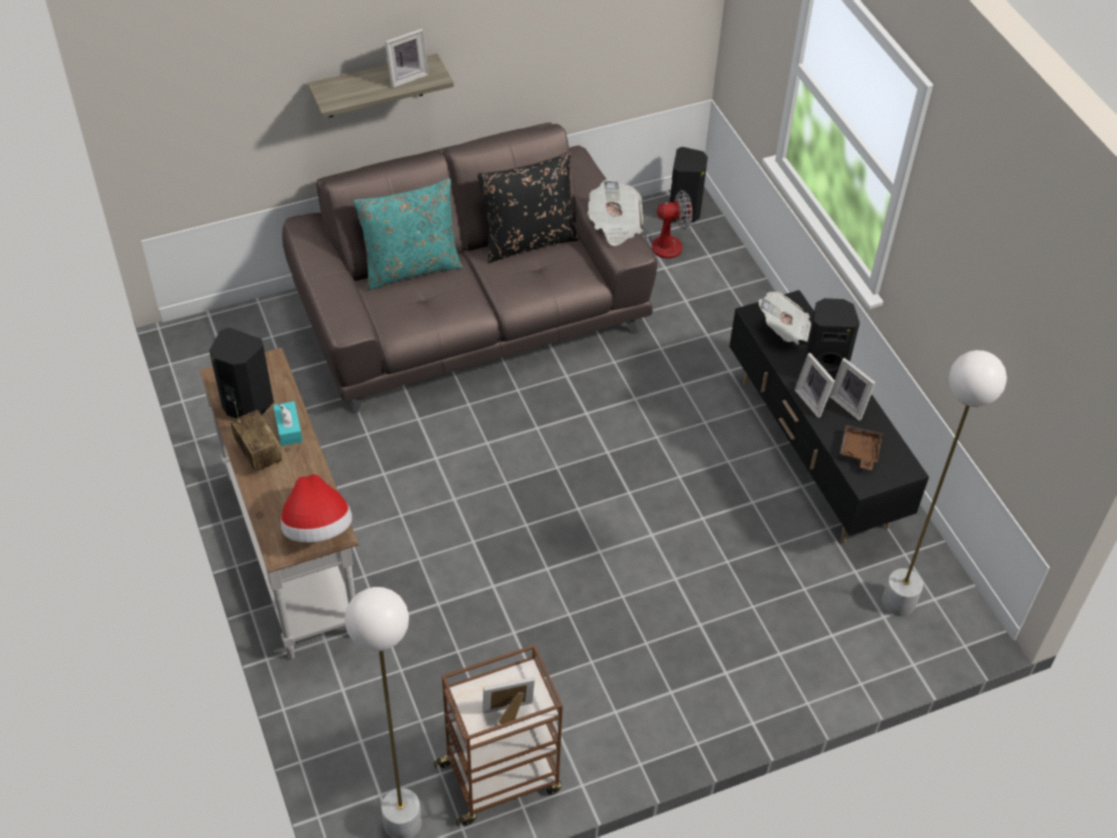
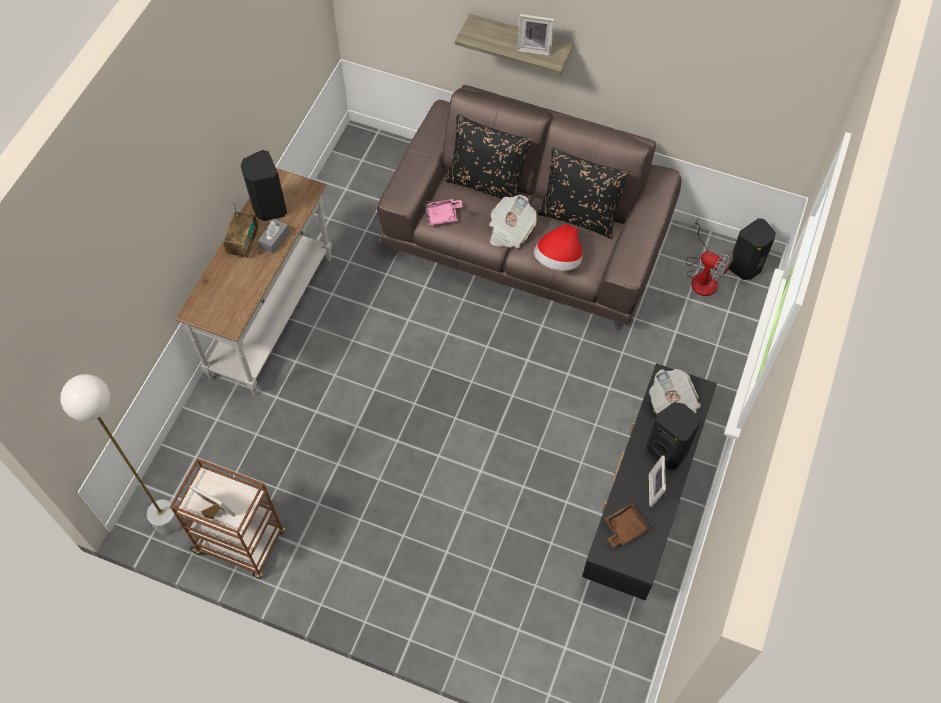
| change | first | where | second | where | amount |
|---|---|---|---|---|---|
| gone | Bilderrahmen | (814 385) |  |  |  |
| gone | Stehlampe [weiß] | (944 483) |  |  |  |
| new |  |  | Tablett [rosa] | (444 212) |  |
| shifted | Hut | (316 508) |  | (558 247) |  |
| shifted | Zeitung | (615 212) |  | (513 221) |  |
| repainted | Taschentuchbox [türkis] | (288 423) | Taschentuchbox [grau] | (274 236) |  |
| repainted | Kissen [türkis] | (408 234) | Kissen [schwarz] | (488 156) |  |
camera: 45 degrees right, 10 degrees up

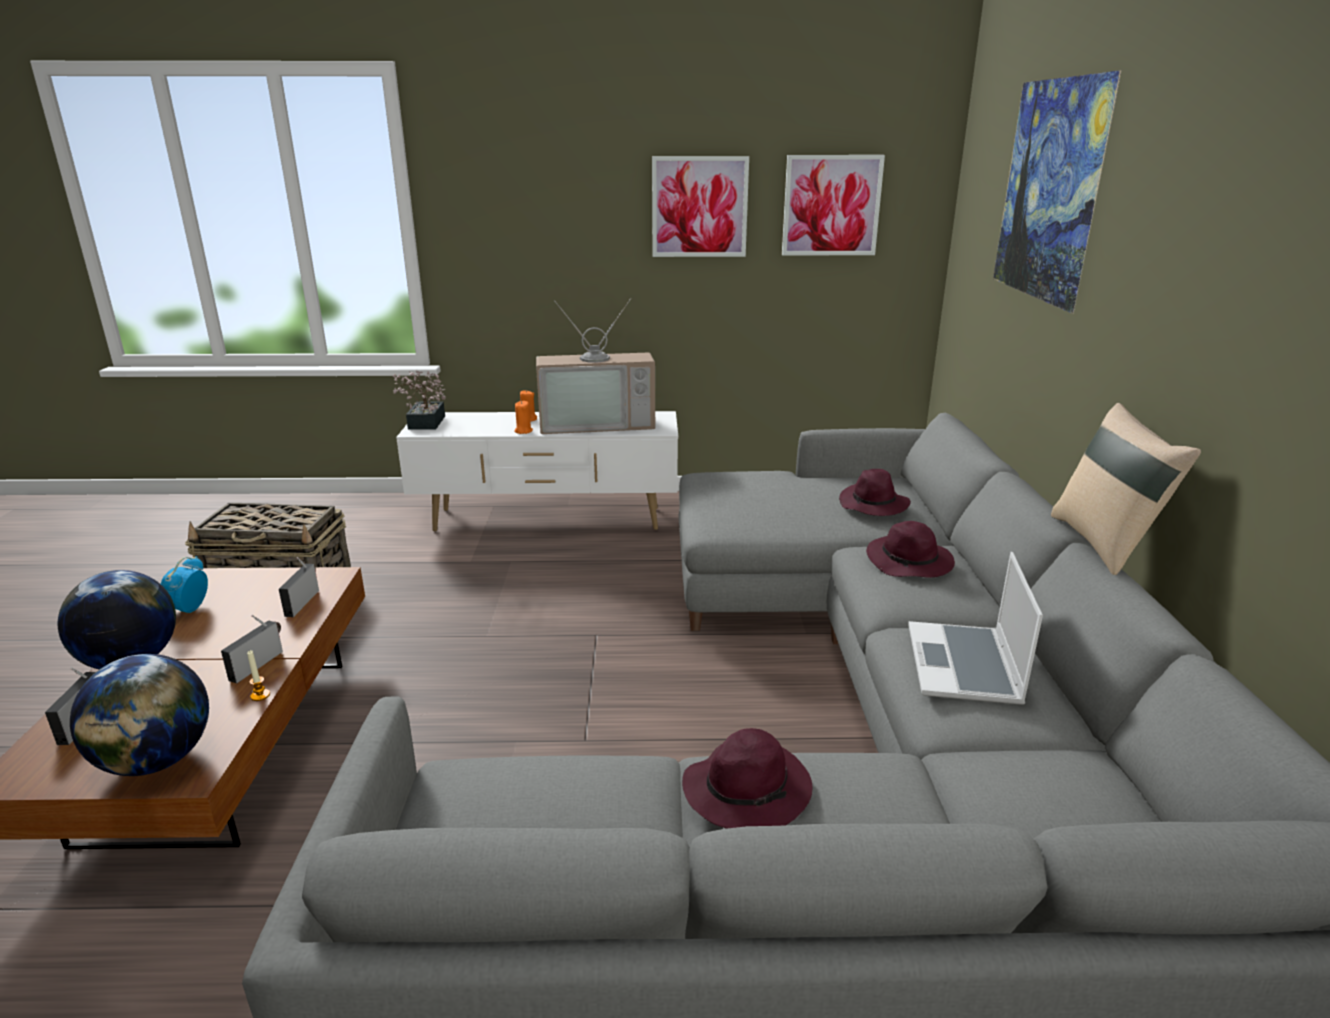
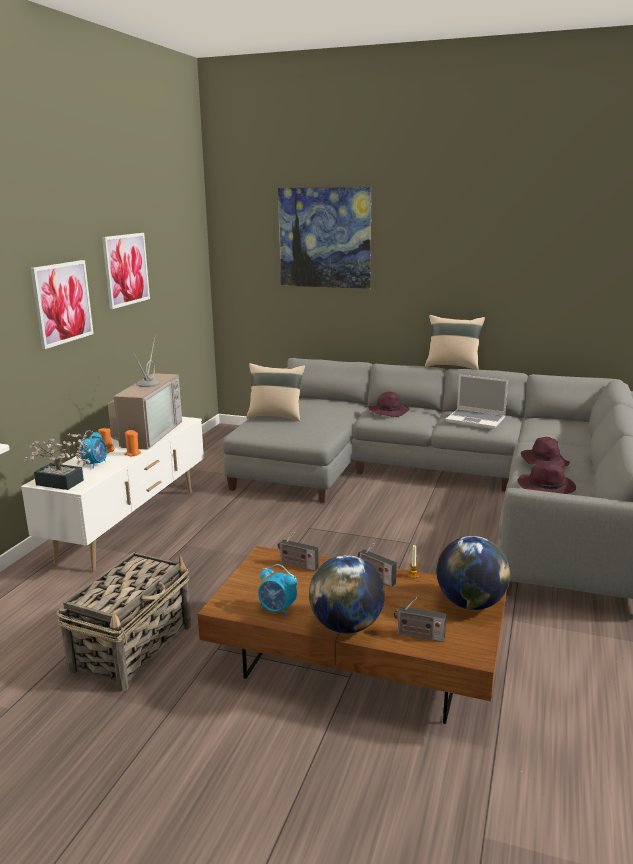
| change | first | where | second | where | amount |
|---|---|---|---|---|---|
| new |  |  | Wecker | (93 449) |  |
| new |  |  | Kissen [beige] | (275 392) |  |
| shifted | Bild | (833 205) |  | (62 304) |  |
| shifted | Hut [lila] | (875 492) |  | (547 477) |  |
camera: 70 degrees left, 5 degrees down

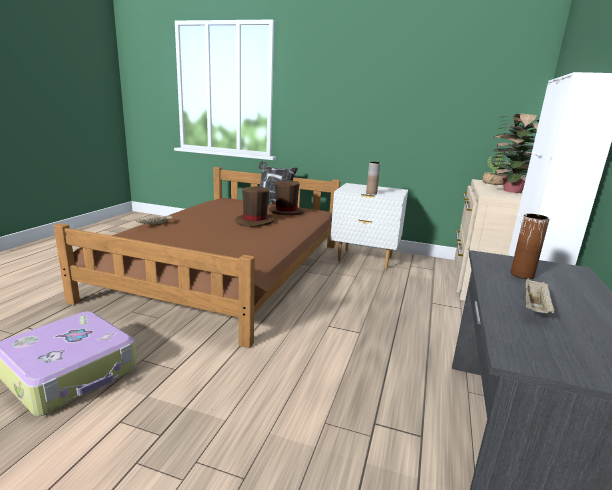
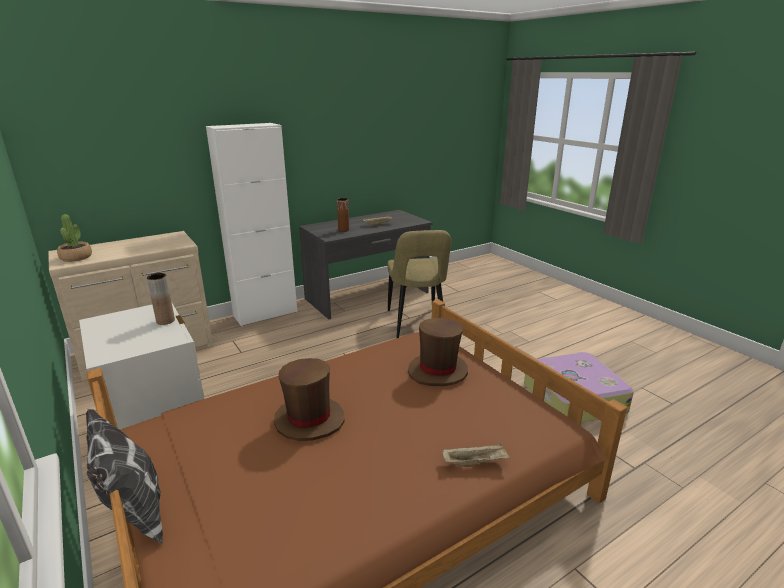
| change | first | where | second | where | amount |
|---|---|---|---|---|---|
| gone | Topfpflanze | (514 153) |  |  |  |
| new |  |  | Stuhl [beige] | (419 284) |  |
| shifted | Hut [braun] | (286 197) |  | (438 352) |  |
camera: 140 degrees left, 5 degrees up

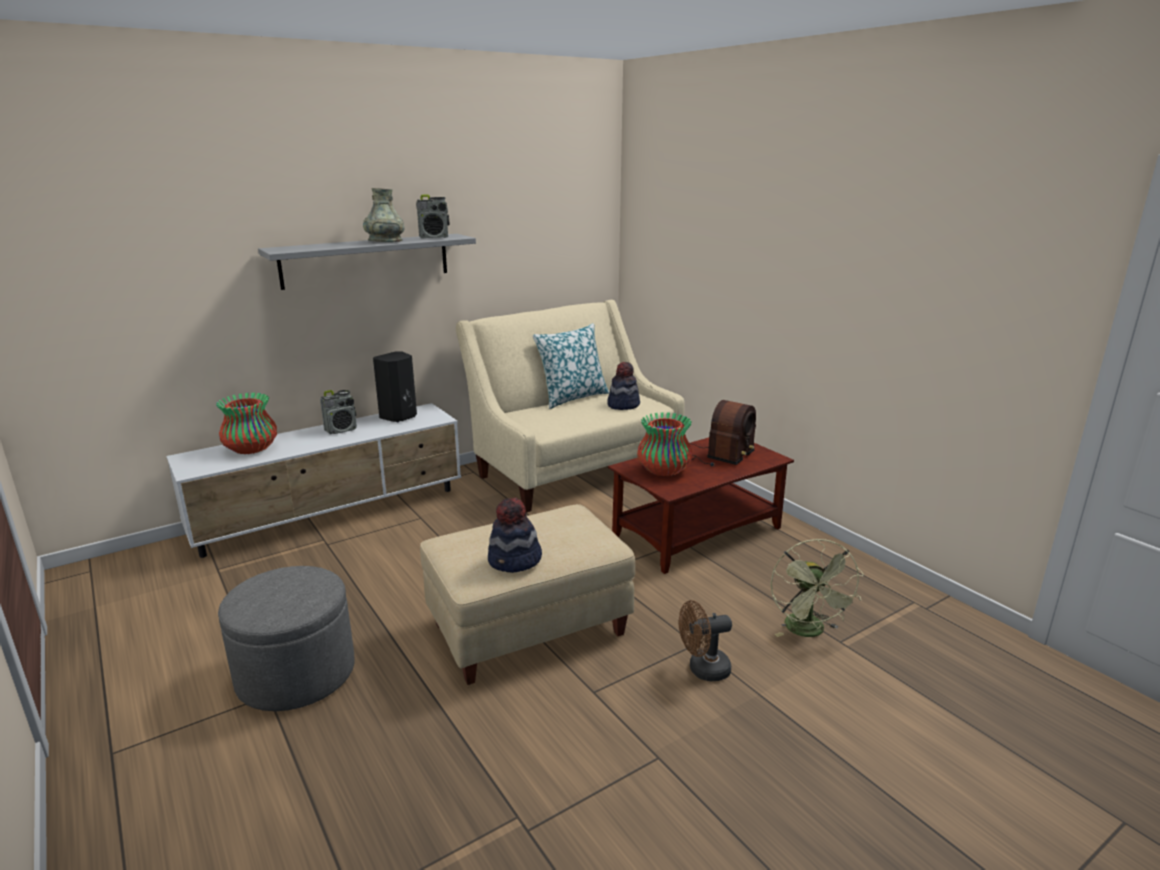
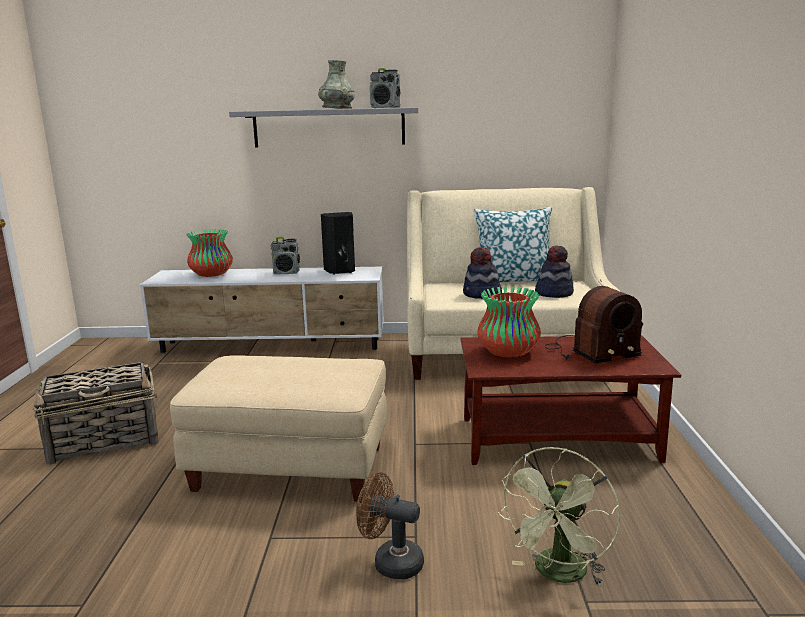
| change | first | where | second | where | amount |
|---|---|---|---|---|---|
| shifted | Hut | (515 535) |  | (482 273) |  |
| swapped | Polsterhocker [grau] | (286 638) | Korb | (95 413) |  |
camera: 35 degrees right, 5 degrees down

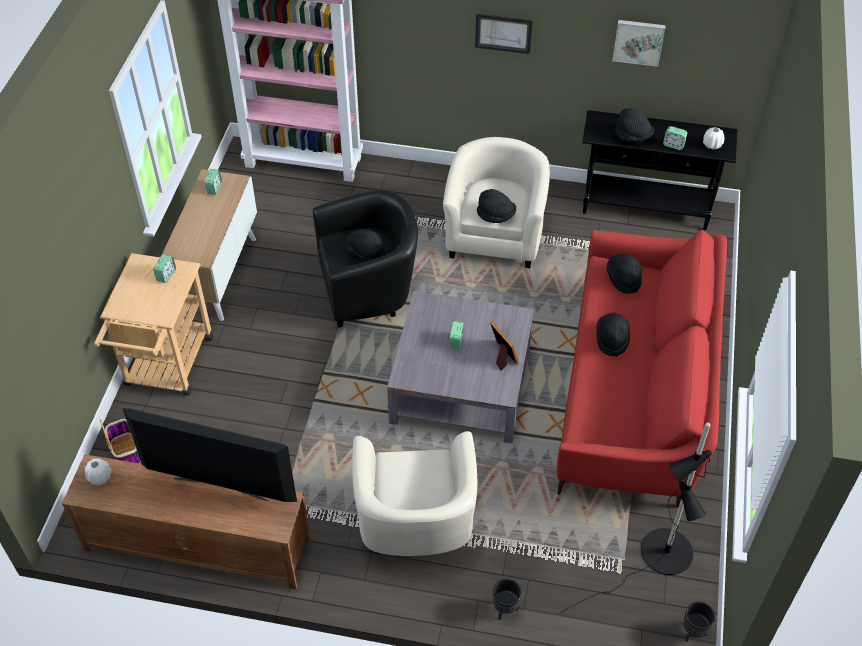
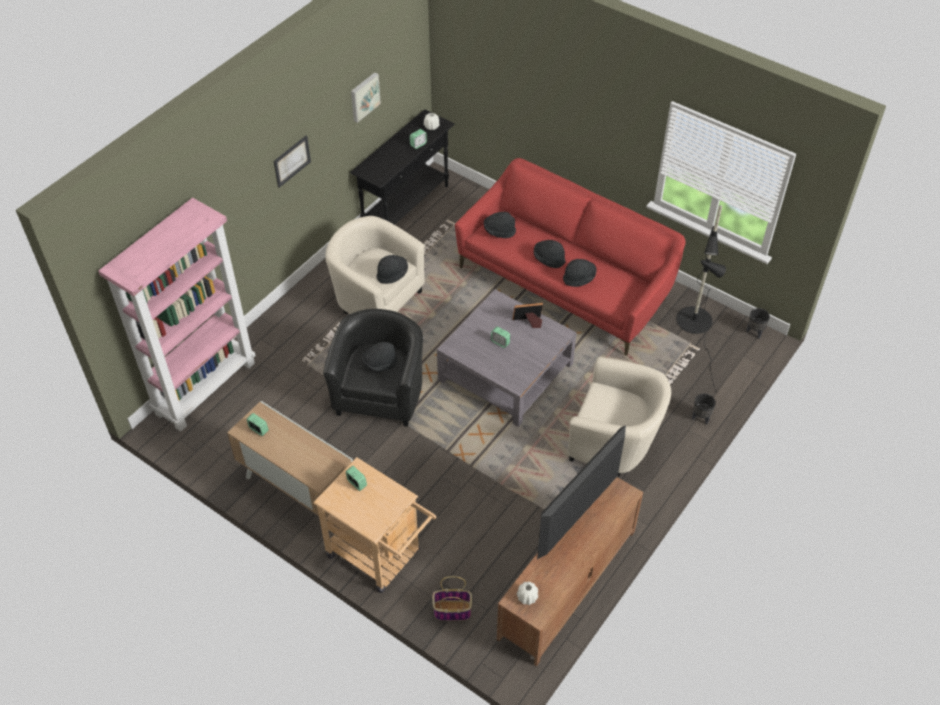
| change | first | where | second | where | amount |
|---|---|---|---|---|---|
| shifted | Hut [schwarz] | (634 125) |  | (580 273) |  |
camera: 65 degrees left, 0 degrees up

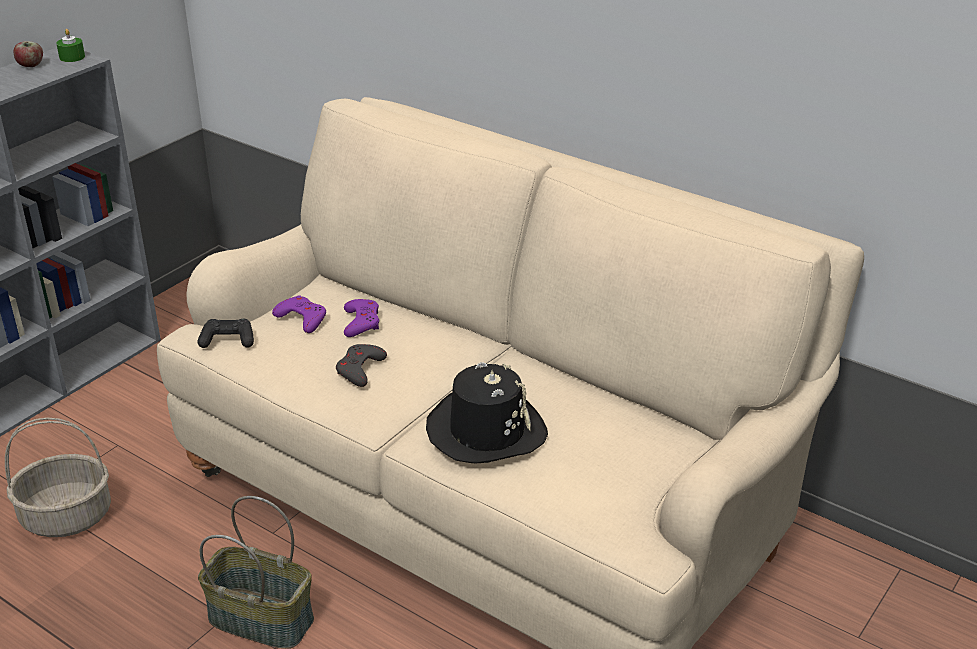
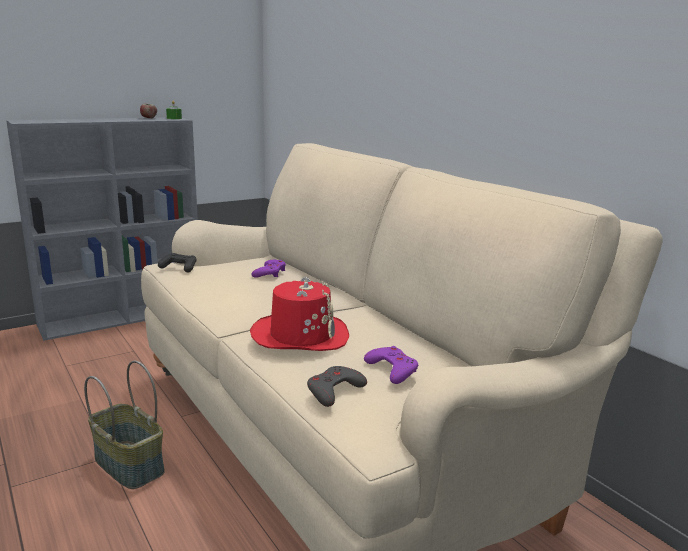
| change | first | where | second | where | amount |
|---|---|---|---|---|---|
| gone | Korb | (58 477) |  |  |  |
| shifted | Gamepad [lila] | (299 314) |  | (391 365) |  |
| shifted | Gamepad [grau] | (361 365) |  | (337 386) |  |
| repainted | Hut [schwarz] | (487 412) | Hut [rot] | (299 314) |  |
camera: 20 degrees right, 15 degrees down

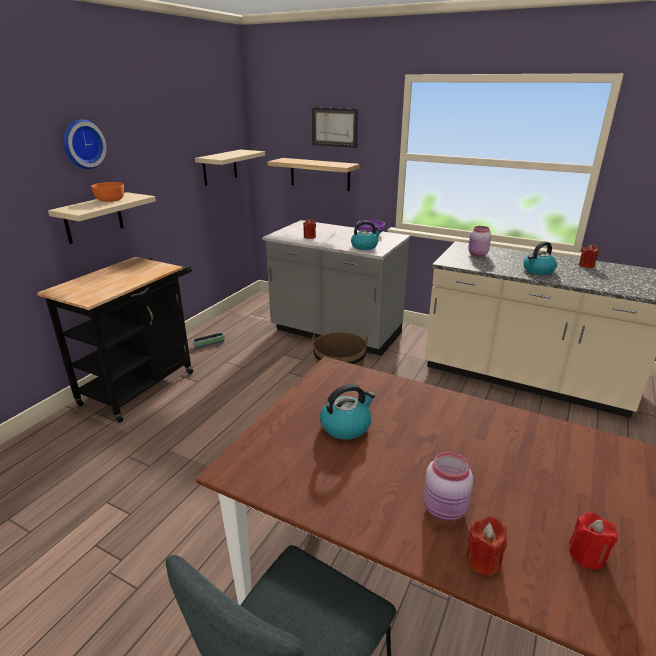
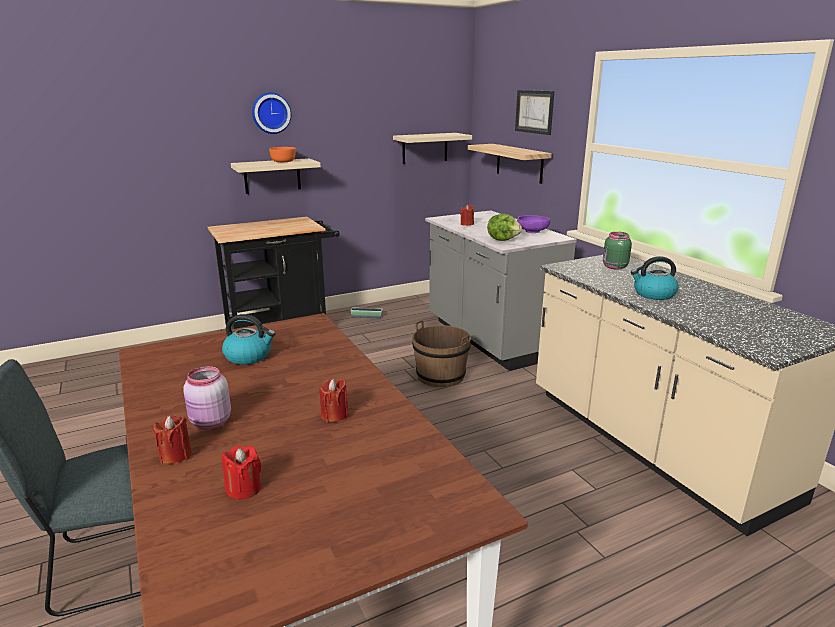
| change | first | where | second | where | amount |
|---|---|---|---|---|---|
| shifted | Kerze [rot] | (589 256) |  | (334 400) |  |
| swapped | Wasserkessel | (366 235) | Salatkopf | (505 227) |  |
| repainted | Vorratsglas [rosa] | (479 241) | Vorratsglas [grün] | (617 251) |  |
camera: 35 degrees right, 5 degrees down

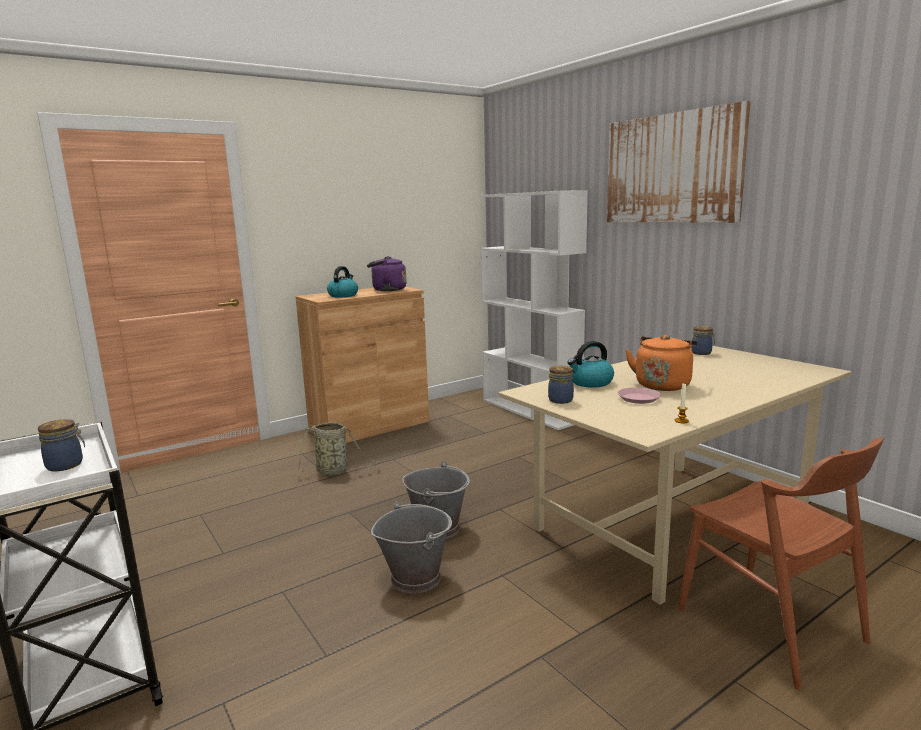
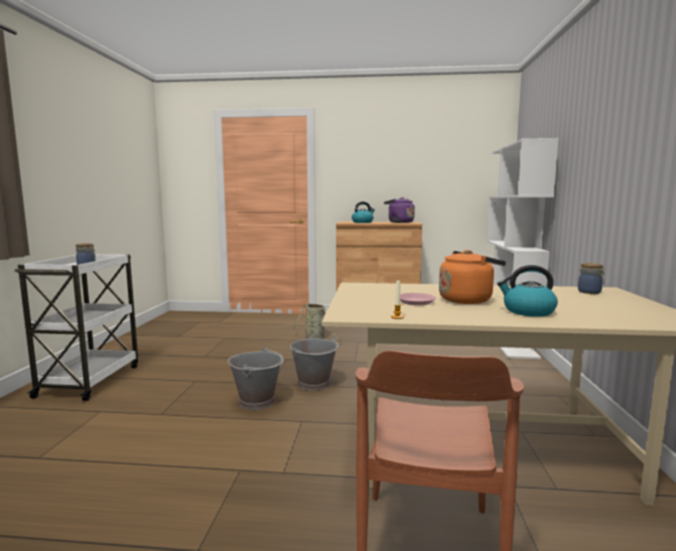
| change | first | where | second | where | amount |
|---|---|---|---|---|---|
| gone | Vorratsglas | (561 385) |  |  |  |
| gone | Bild | (679 162) |  |  |  |
| shifted | Wasserkessel | (590 364) |  | (527 291) |  |
camera: 40 degrees right, 5 degrees down

